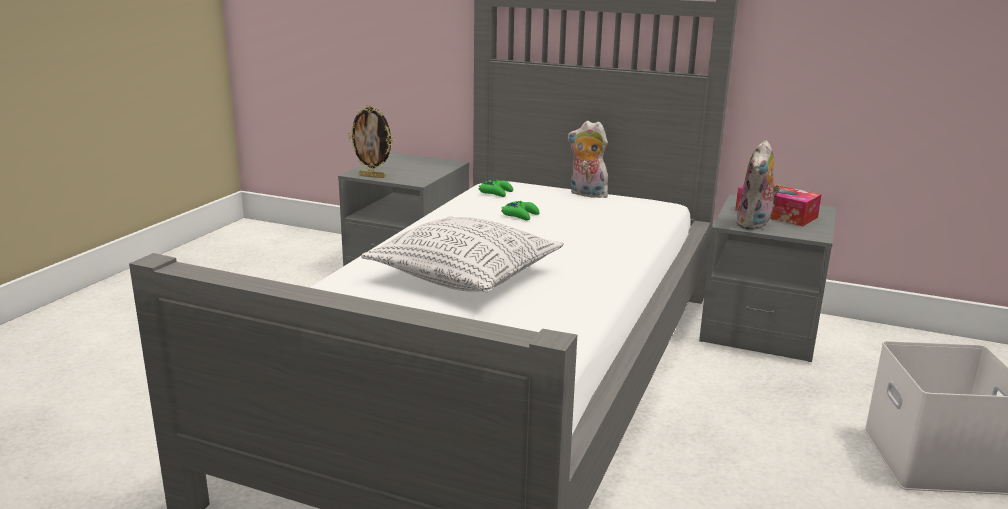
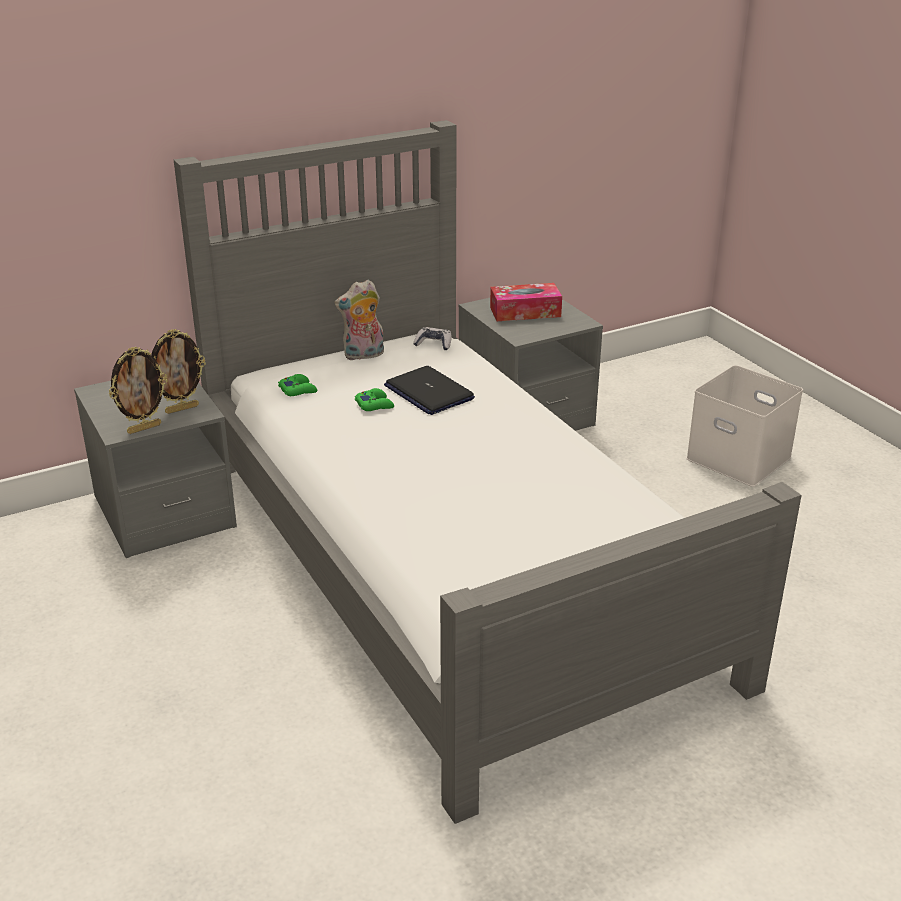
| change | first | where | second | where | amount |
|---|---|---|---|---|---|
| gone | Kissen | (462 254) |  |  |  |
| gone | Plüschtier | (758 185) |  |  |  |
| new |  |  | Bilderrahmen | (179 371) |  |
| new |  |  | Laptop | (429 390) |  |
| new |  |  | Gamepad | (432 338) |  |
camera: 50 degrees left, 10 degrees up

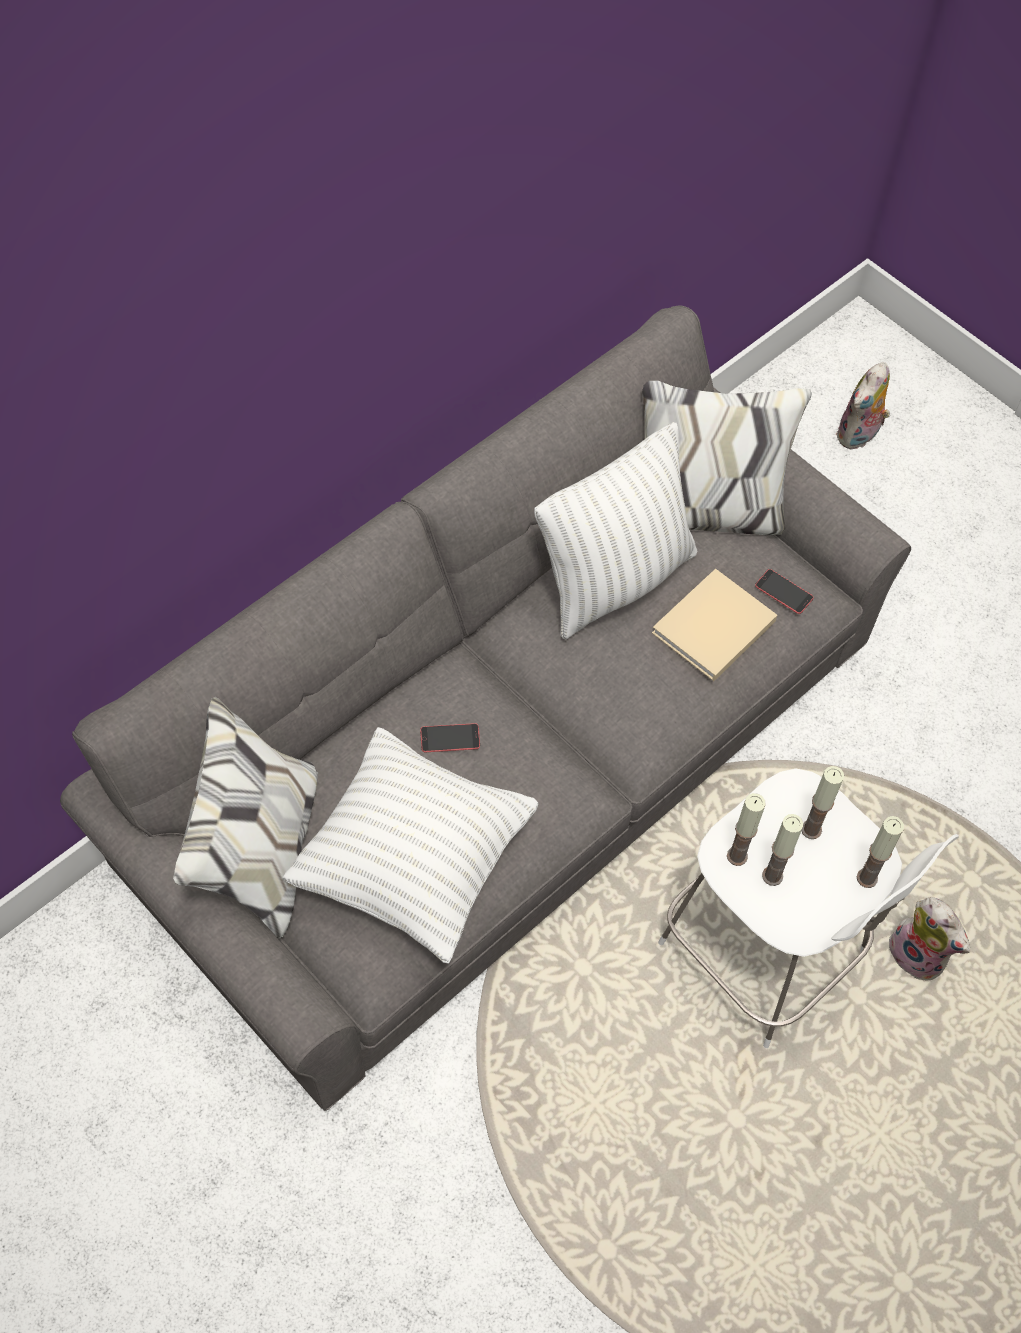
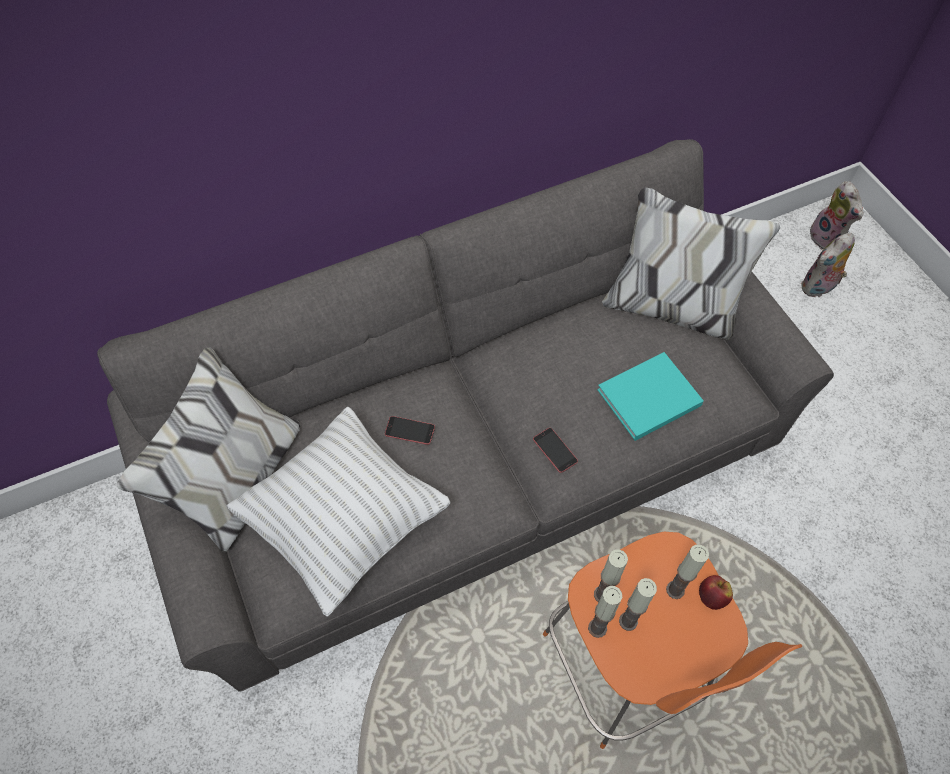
| change | first | where | second | where | amount |
|---|---|---|---|---|---|
| gone | Kissen [weiß] | (615 531) |  |  |  |
| new |  |  | Apfel | (716 592) |  |
| shifted | Handy | (784 591) |  | (555 450) |  |
| shifted | Kerze | (880 852) |  | (605 612) |  |
| shifted | Plüschtier | (928 938) |  | (836 215) |  |
| repainted | Buch [beige] | (714 624) | Buch [türkis] | (650 396) |  |
| repainted | Hocker [weiß] | (808 908) | Hocker [orange] | (672 640) |  |
camera: 20 degrees right, 0 degrees up

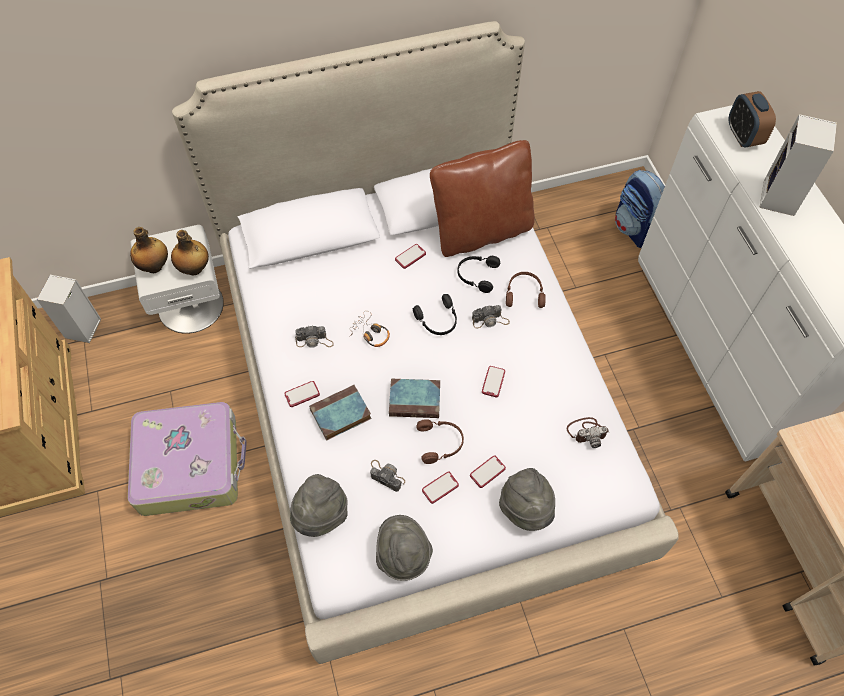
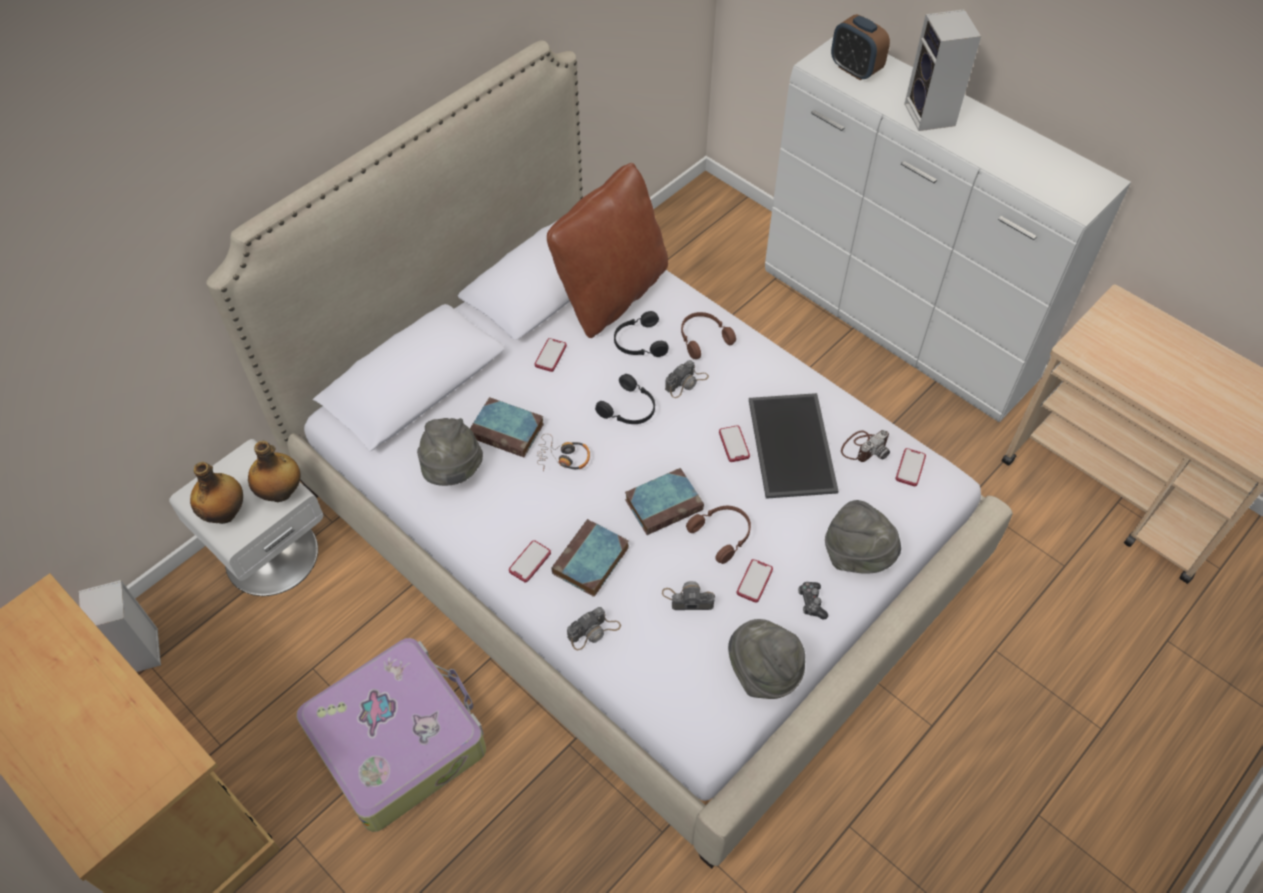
| change | first | where | second | where | amount |
|---|---|---|---|---|---|
| gone | Rucksack | (640 209) |  |  |  |
| new |  |  | Buch | (507 427) |  |
| new |  |  | Tablett | (793 446) |  |
| new |  |  | Gamepad | (813 600) |  |
| shifted | Hut [grau] | (319 505) |  | (450 452) |  |
| shifted | Kamera | (314 337) |  | (594 628) |  |
| shifted | Handy | (488 471) |  | (910 467) |  |
camera: 30 degrees left, 5 degrees down

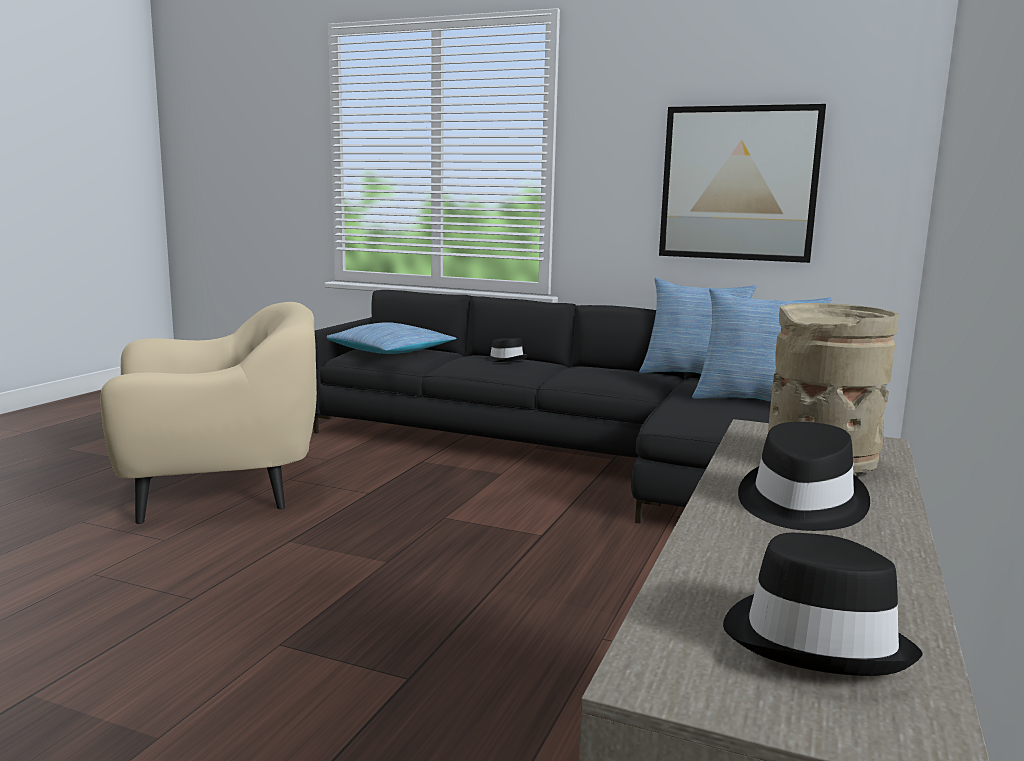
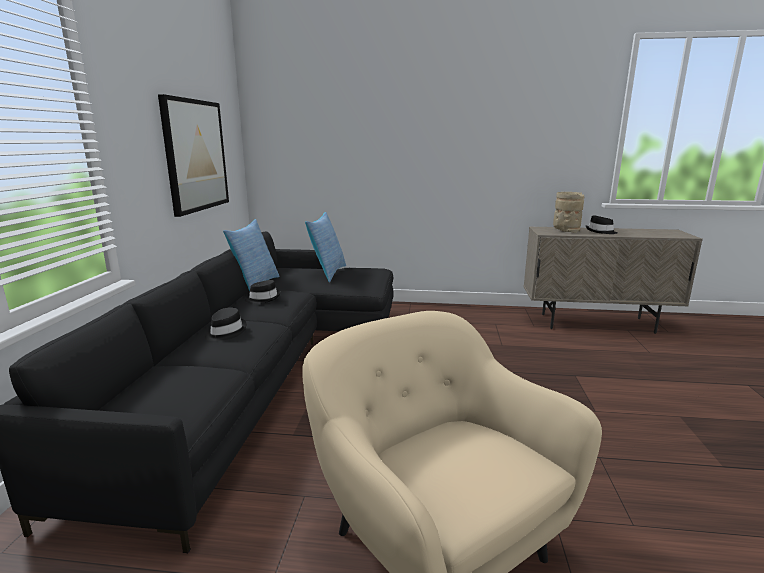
| change | first | where | second | where | amount |
|---|---|---|---|---|---|
| gone | Kissen | (392 338) |  |  |  |
| shifted | Hut [schwarz] | (822 604) |  | (263 292) |  |
camera: 105 degrees left, 5 degrees up

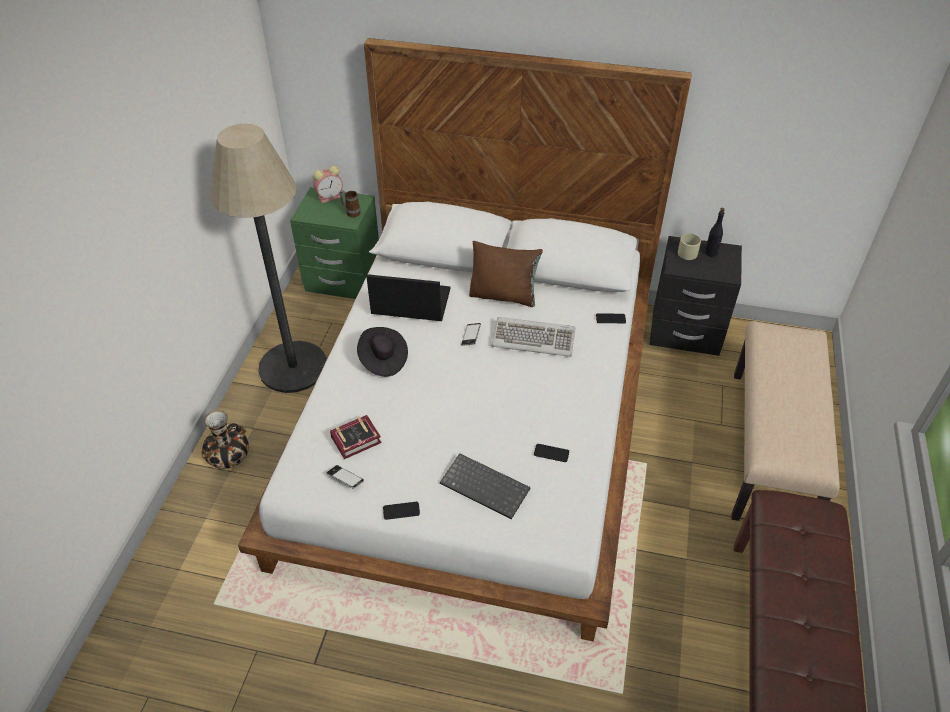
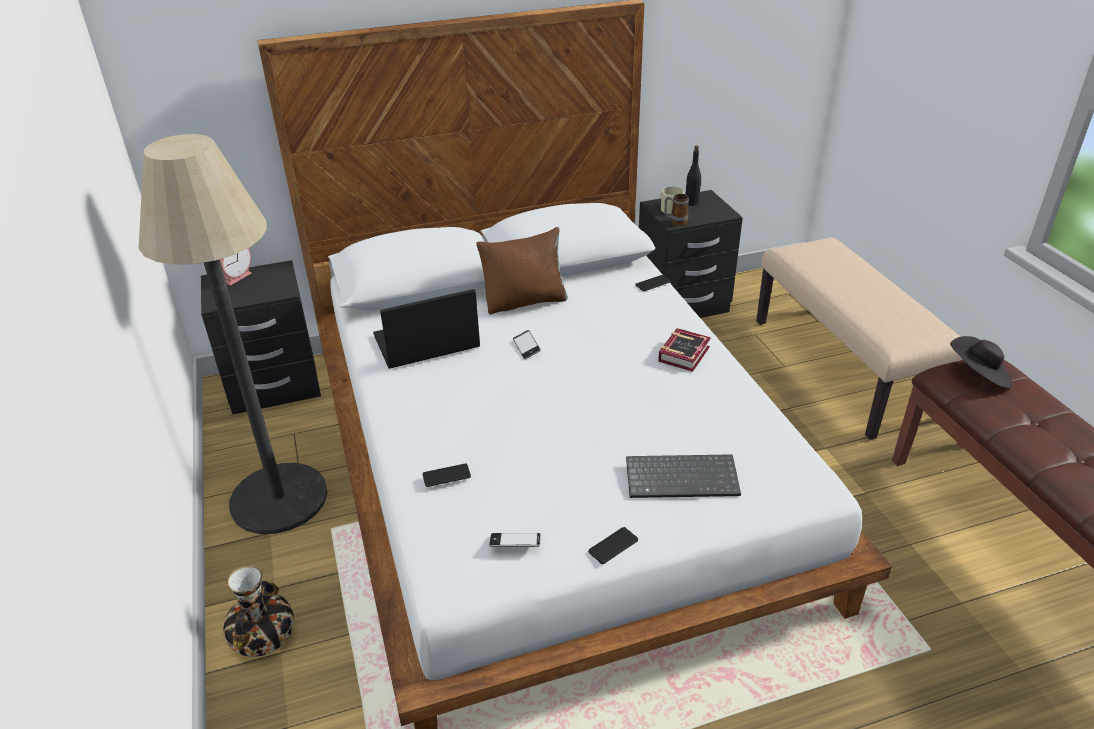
| change | first | where | second | where | amount |
|---|---|---|---|---|---|
| gone | Tastatur | (533 337) |  |  |  |
| shifted | Buch | (356 437) |  | (684 350) |  |
| shifted | Henkelbecher | (350 203) |  | (676 210) |  |
| shifted | Hut [schwarz] | (382 352) |  | (981 362) |  |
| shifted | Handy | (551 453) |  | (447 475) |  |
| repainted | Nachttisch [grün] | (334 243) | Nachttisch [schwarz] | (261 337) |  |
camera: 30 degrees left, 10 degrees down

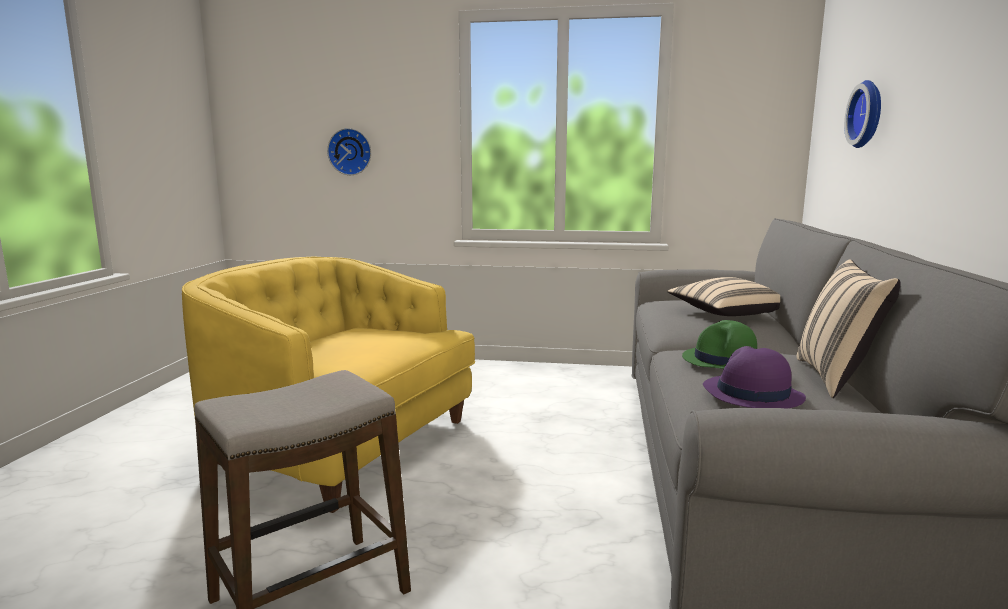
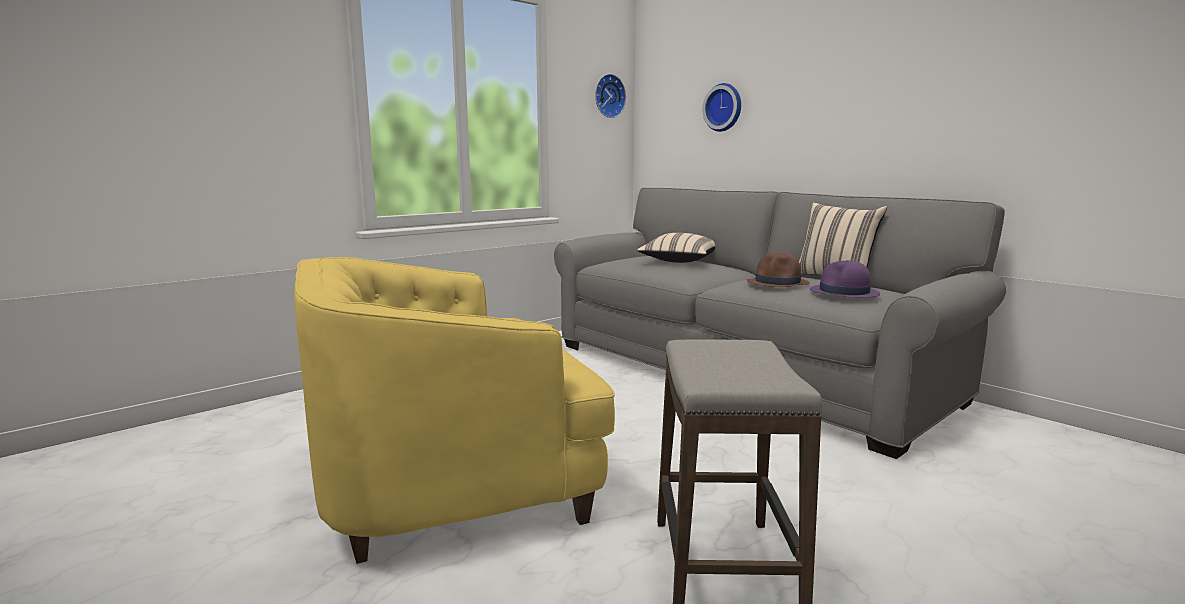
| change | first | where | second | where | amount |
|---|---|---|---|---|---|
| shifted | Wanduhr | (349 151) |  | (610 96) |  |
| repainted | Hut [grün] | (719 344) | Hut [braun] | (778 270) |  |
camera: 50 degrees left, 0 degrees up

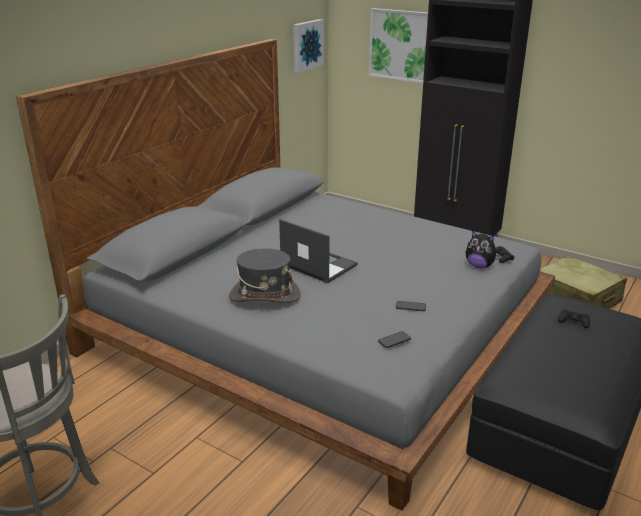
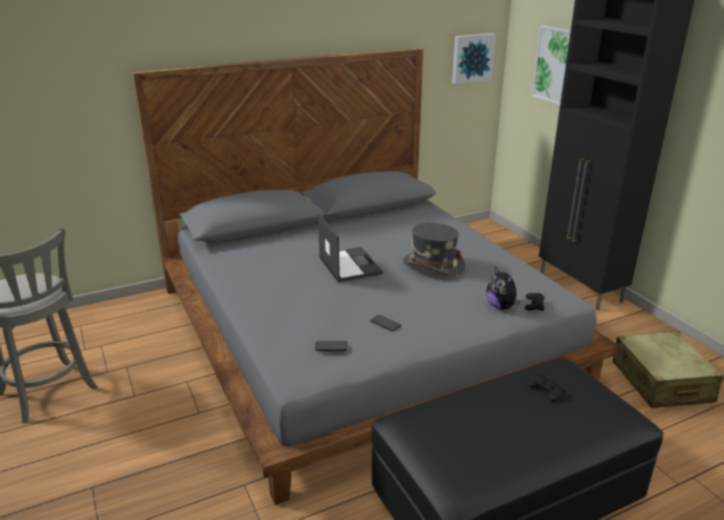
| change | first | where | second | where | amount |
|---|---|---|---|---|---|
| shifted | Hut [grau] | (265 275) |  | (434 249) |  |
camera: 30 degrees right, 0 degrees up

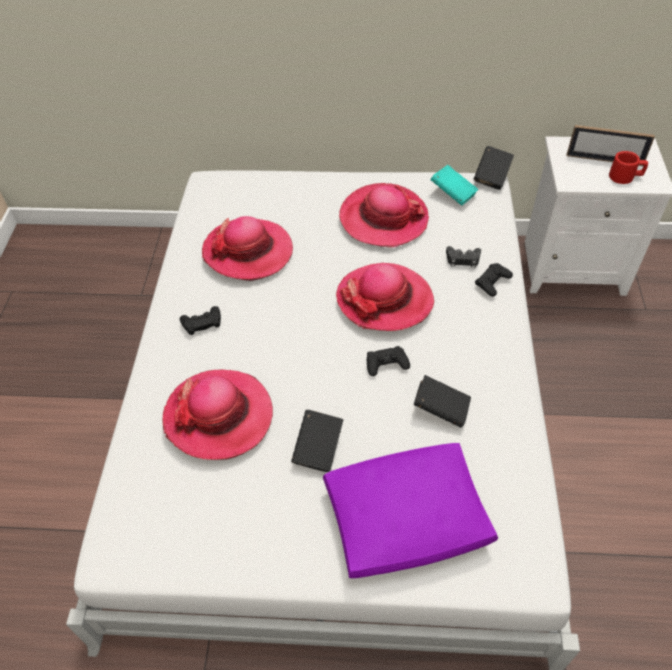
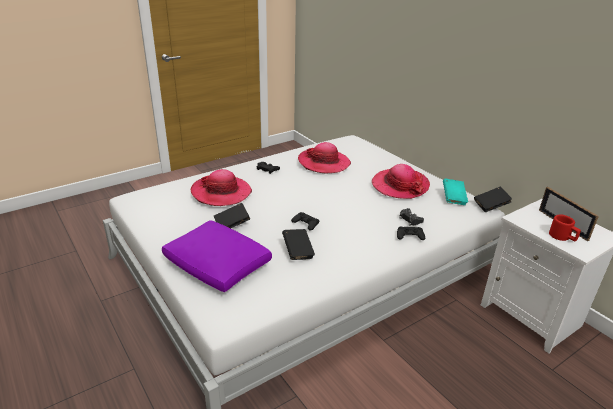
| change | first | where | second | where | amount |
|---|---|---|---|---|---|
| gone | Hut | (385 297) |  |  |  |
camera: 50 degrees right, 20 degrees down

